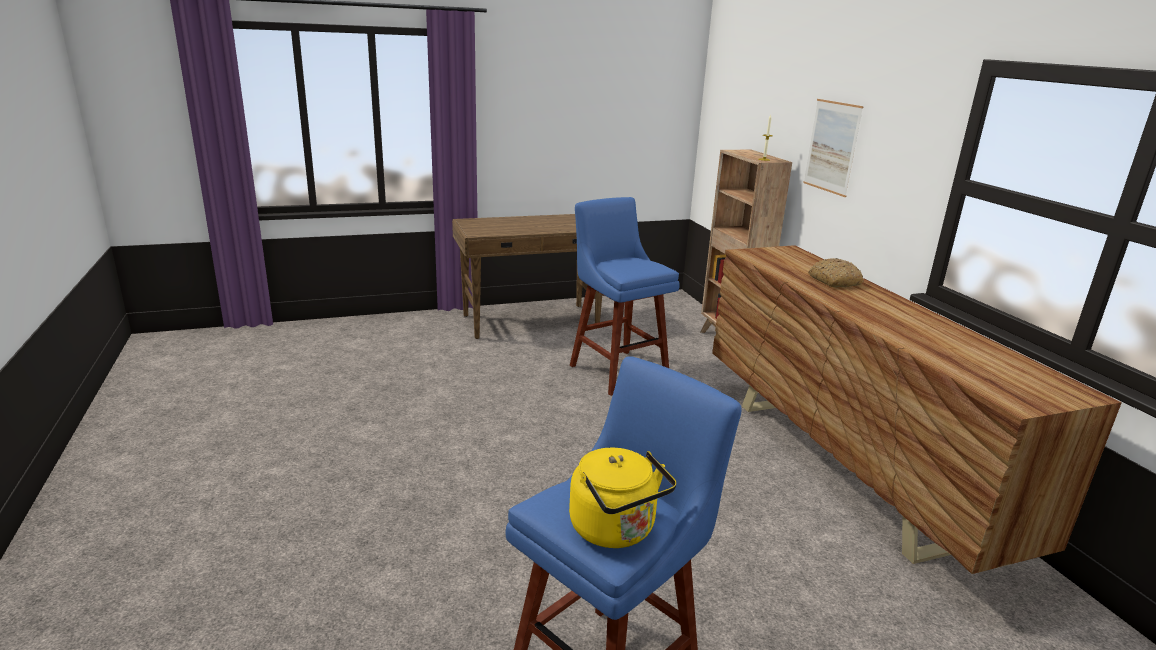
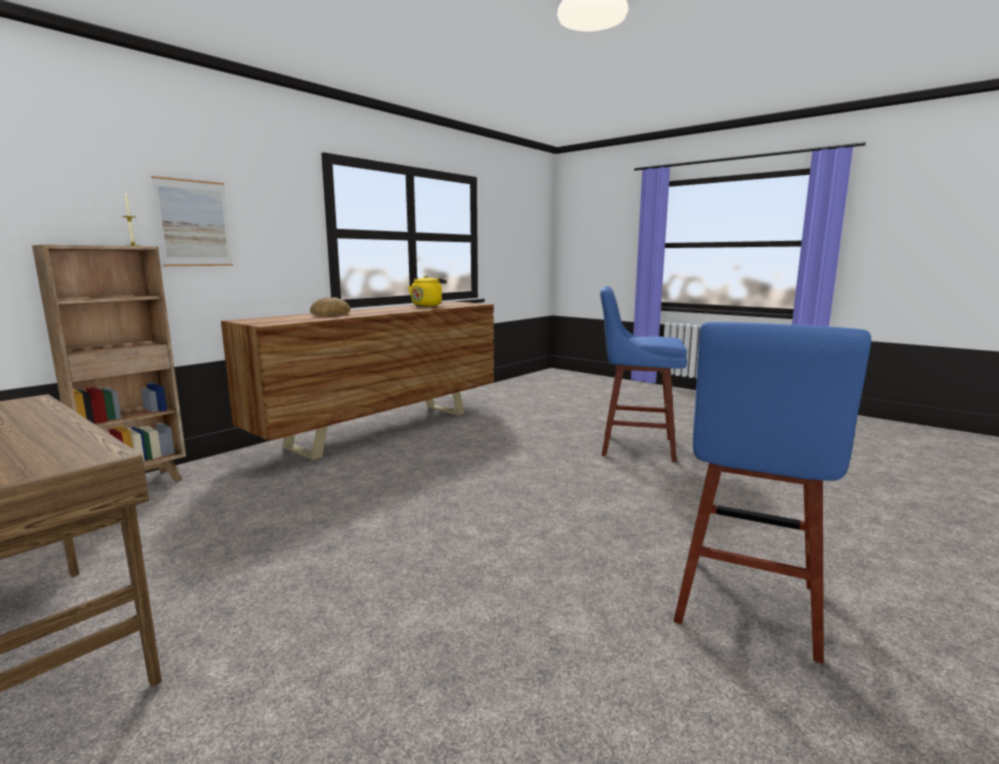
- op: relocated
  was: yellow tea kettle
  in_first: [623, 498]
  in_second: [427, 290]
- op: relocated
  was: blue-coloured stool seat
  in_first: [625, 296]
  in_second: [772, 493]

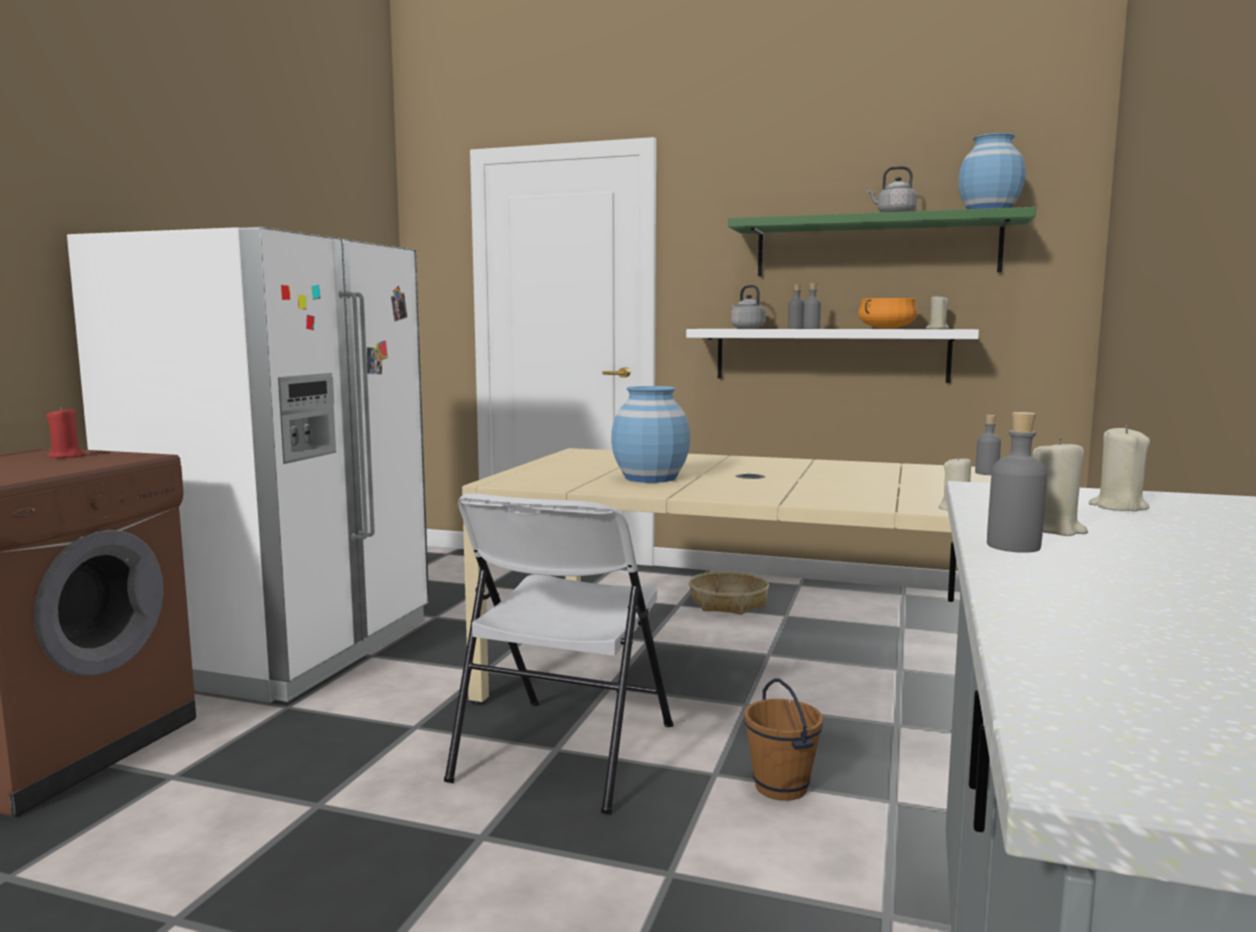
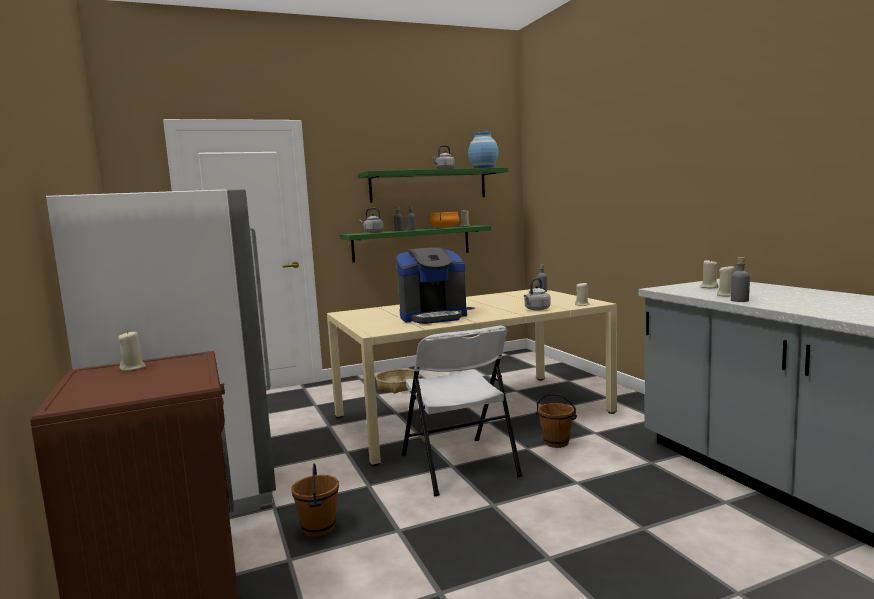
- op: colour
  was: reddish wax candle
  now: sand-coloured wax candle
  in_first: [66, 432]
  in_second: [132, 351]
- op: exchanged
  was: blue-coloured decorative vase
  now: coffee machine
  in_first: [650, 434]
  in_second: [431, 285]
- op: colour
  was: white-coloured wall shelf
  now: green-coloured wall shelf
  in_first: [832, 356]
  in_second: [415, 243]
- op: appeared
  now: brown water bucket
  in_second: [315, 500]
- op: appeared
  now: greyish tea kettle
  in_second: [537, 294]

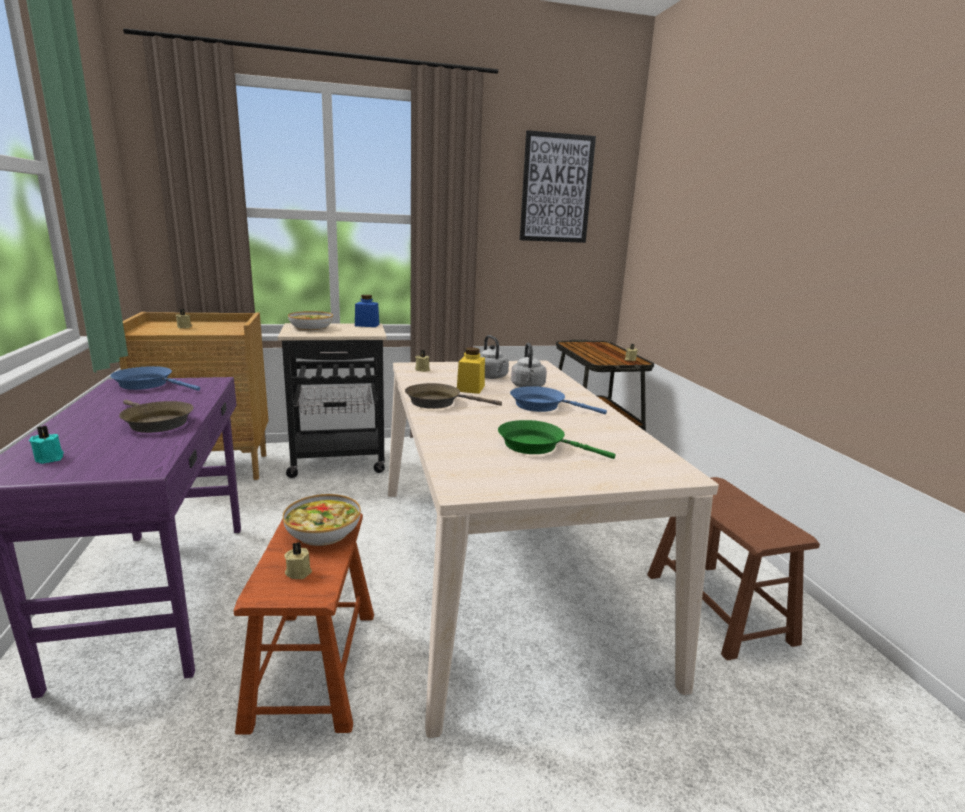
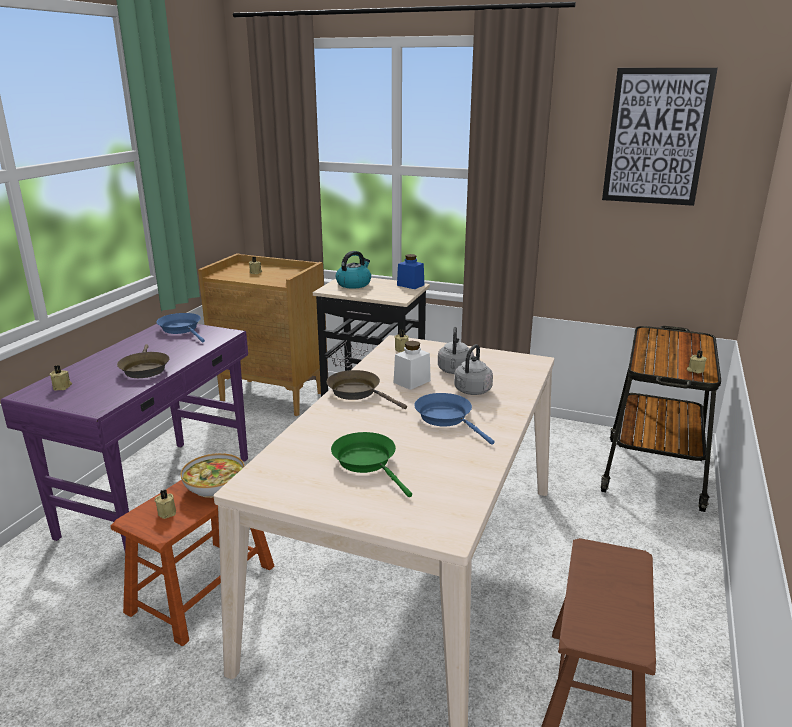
- op: colour
  was: turquoise wax candle
  now: sand-coloured wax candle
  in_first: [46, 445]
  in_second: [60, 378]
- op: exchanged
  was: serving bowl
  now: tea kettle
  in_first: [310, 321]
  in_second: [353, 270]
- op: colour
  was: yellow preserve jar
  now: white-coloured preserve jar
  in_first: [471, 370]
  in_second: [412, 365]

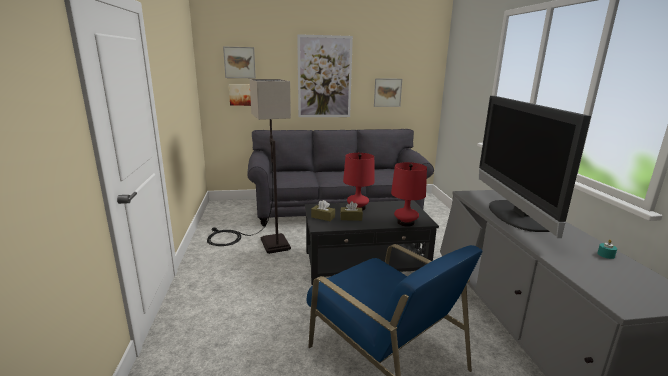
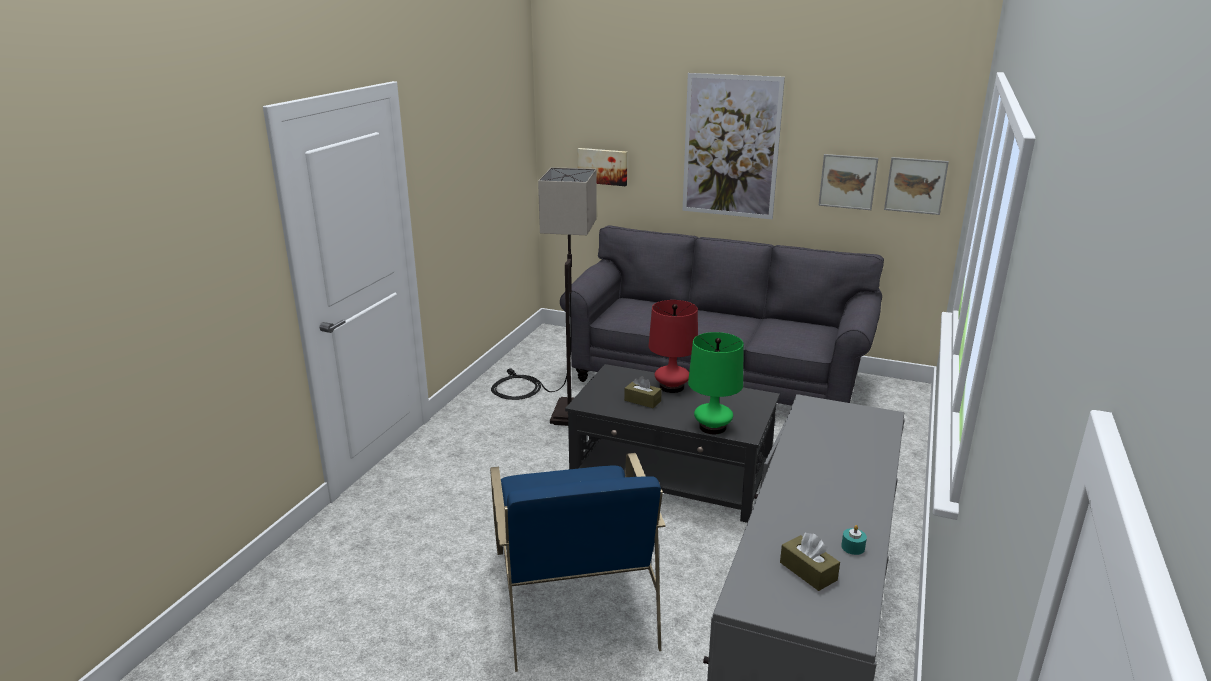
- op: relocated
  was: picture
  in_first: [239, 62]
  in_second: [916, 186]
- op: relocated
  was: brown box of tissues
  in_first: [323, 210]
  in_second: [810, 562]
- op: colour
  was: reddish tabletop lamp
  now: green-coloured tabletop lamp
  in_first: [409, 194]
  in_second: [716, 383]
- op: missing
  was: television
  in_first: [535, 167]

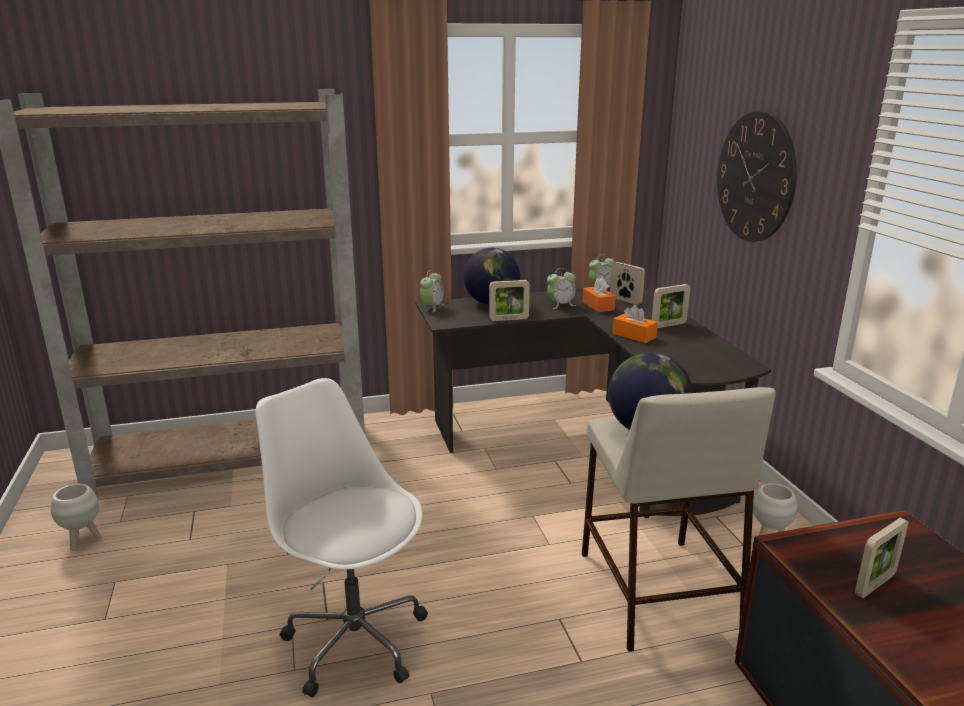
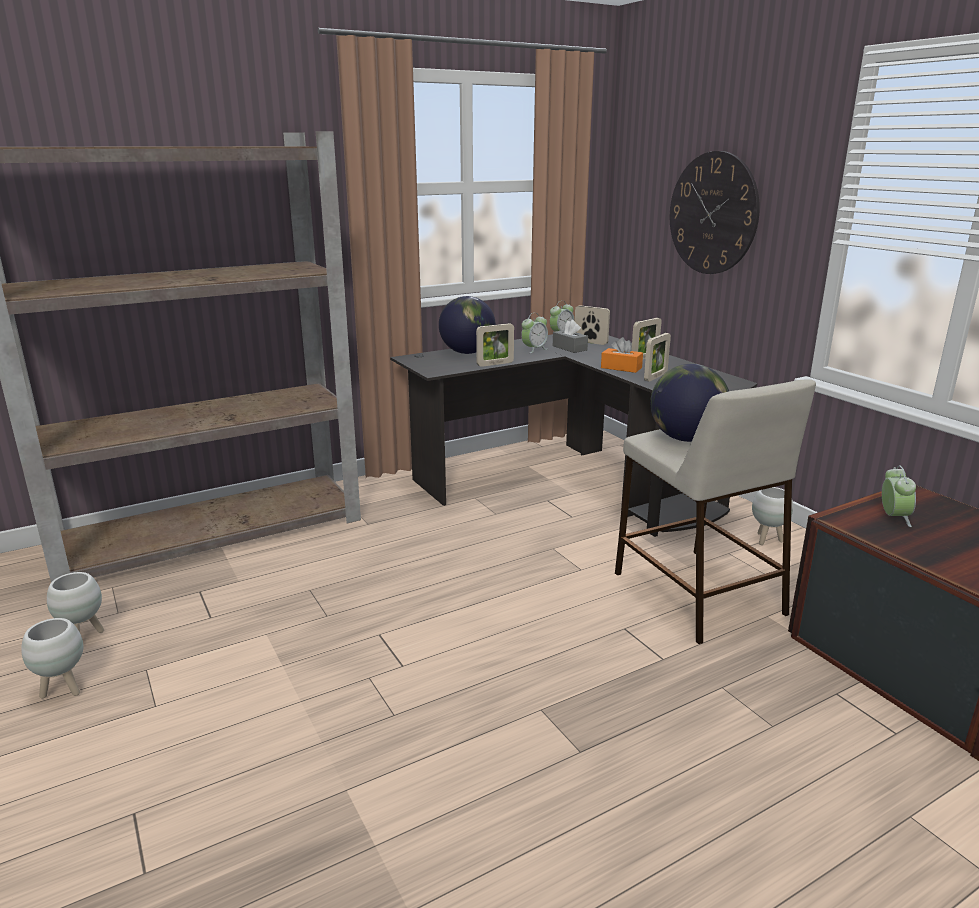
- op: missing
  was: white-coloured desk chair
  in_first: [342, 537]
- op: relocated
  was: alarm clock
  in_first: [432, 291]
  in_second: [899, 496]
- op: colour
  was: orange-coloured box of tissues
  now: greyish box of tissues
  in_first: [599, 294]
  in_second: [570, 336]
- op: relocated
  was: picture frame
  in_first: [881, 558]
  in_second: [657, 357]
- op: appeared
  now: white-coloured planter
  in_second: [52, 658]

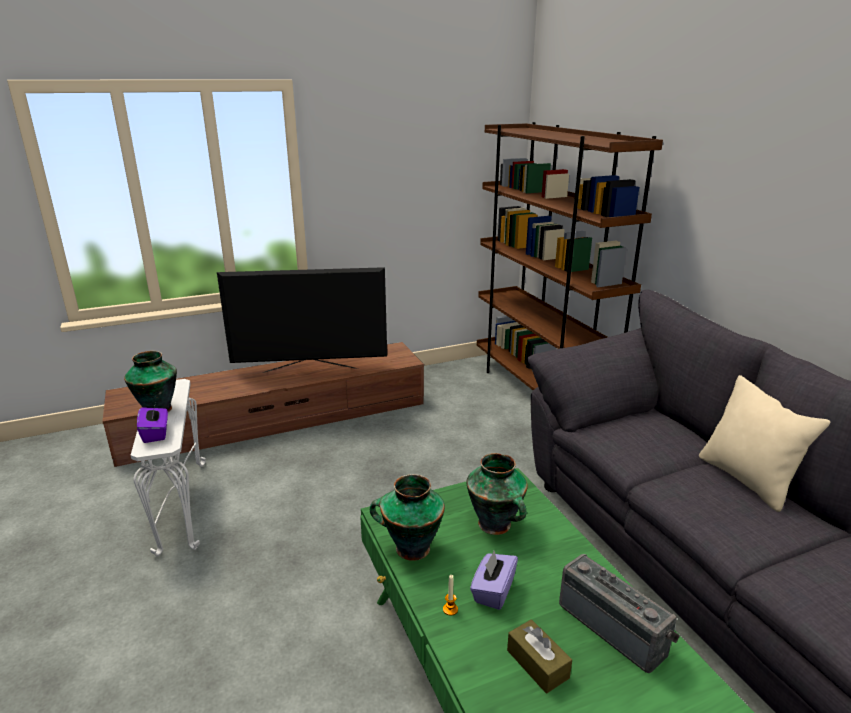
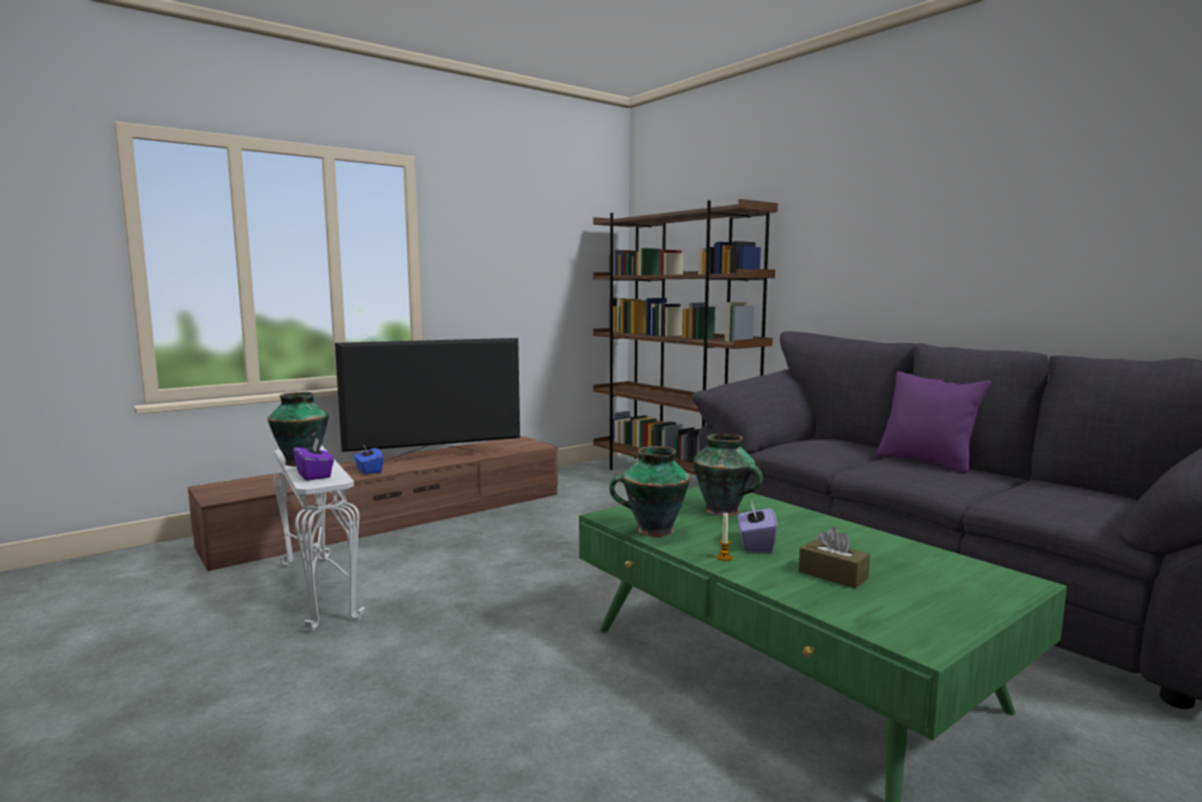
- op: missing
  was: radio set
  in_first: [619, 613]
- op: colour
  was: sand-coloured cushion
  now: purple cushion
  in_first: [764, 443]
  in_second: [933, 422]
- op: appeared
  now: blue-coloured box of tissues
  in_second: [369, 458]

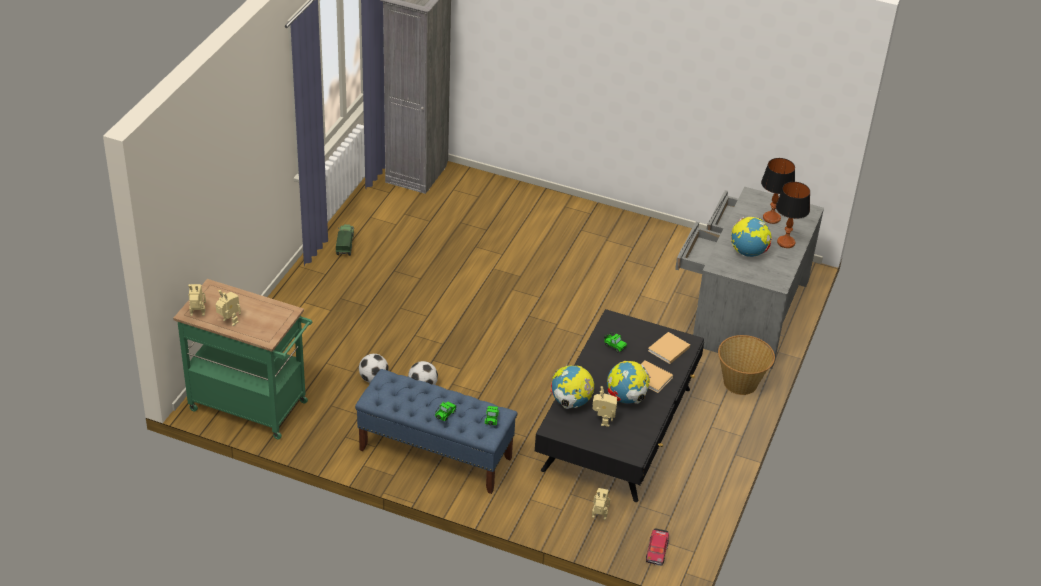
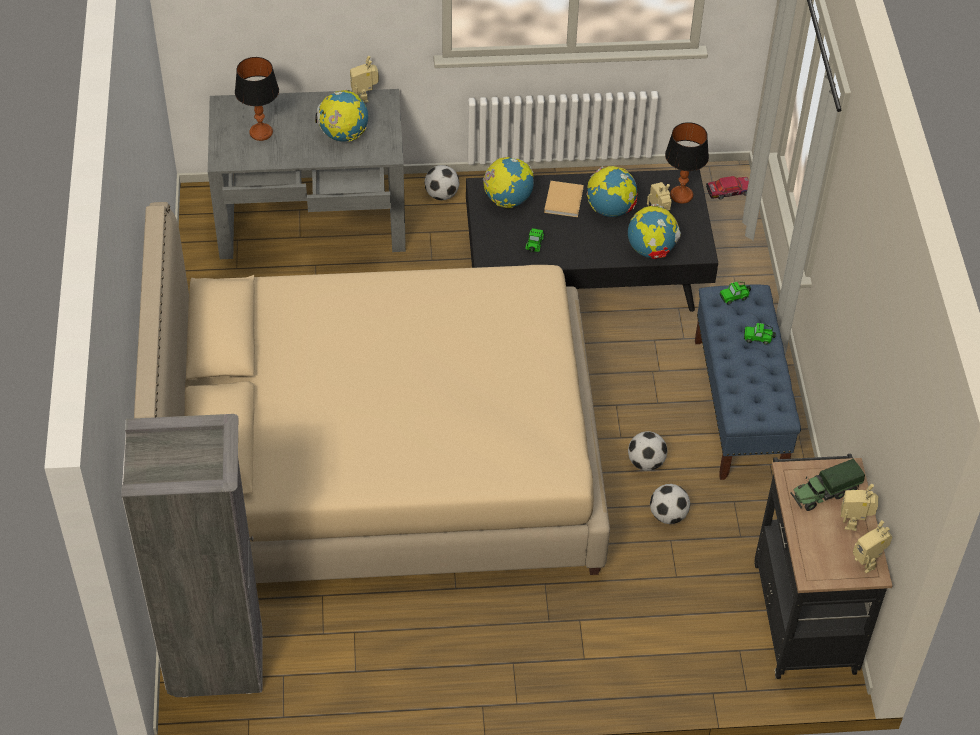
- op: colour
  was: green-coloured trolley
  now: black trolley
  in_first: [242, 359]
  in_second: [823, 566]
- op: relocated
  was: toy truck
  in_first: [345, 240]
  in_second: [827, 485]
- op: relocated
  was: model robot
  in_first: [601, 504]
  in_second: [364, 79]
- op: exchanged
  was: sand-coloured book
  now: world globe
  in_first: [669, 348]
  in_second: [508, 182]
- op: exchanged
  was: household basket
  now: ball for football
  in_first: [746, 365]
  in_second: [442, 182]
- op: relocated
  was: tabletop lamp
  in_first: [793, 215]
  in_second: [687, 163]
- op: appeared
  now: sand-coloured sleeping bed
  in_second: [372, 392]

